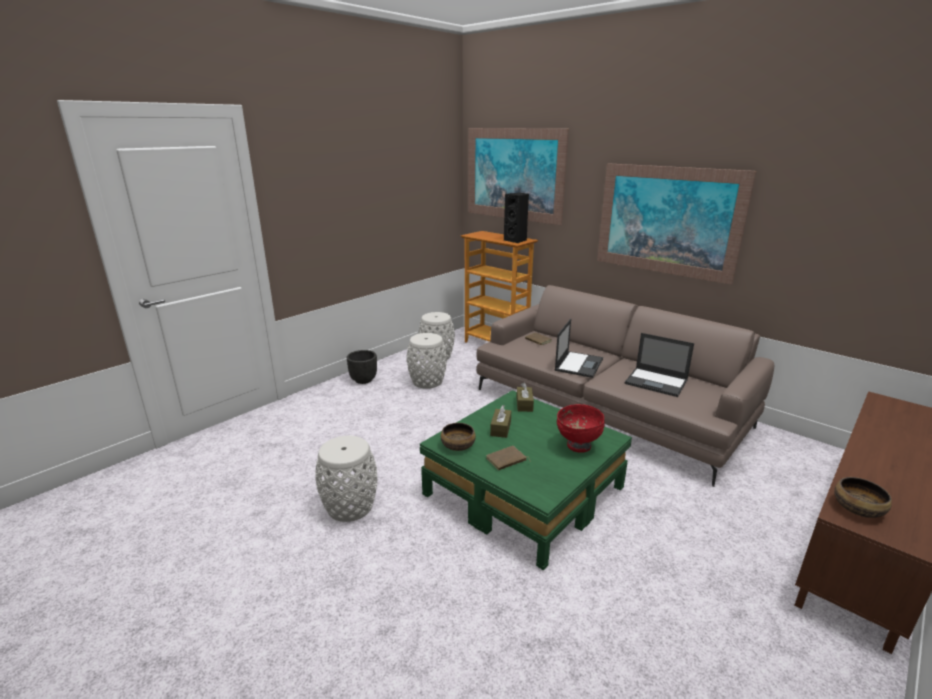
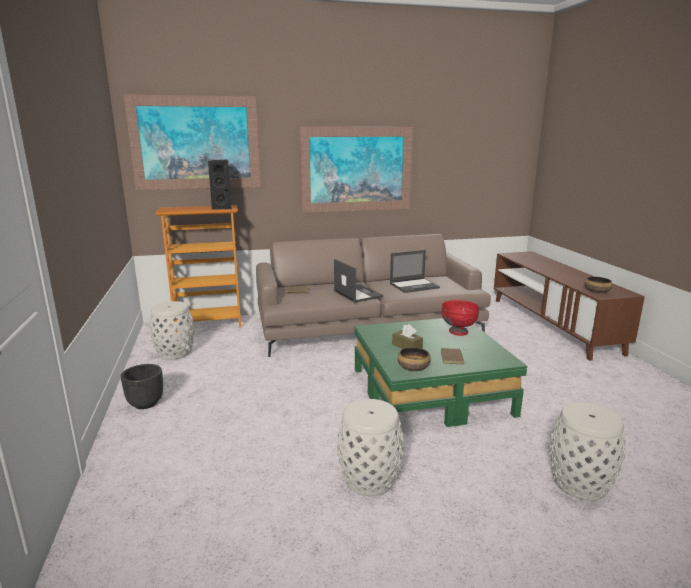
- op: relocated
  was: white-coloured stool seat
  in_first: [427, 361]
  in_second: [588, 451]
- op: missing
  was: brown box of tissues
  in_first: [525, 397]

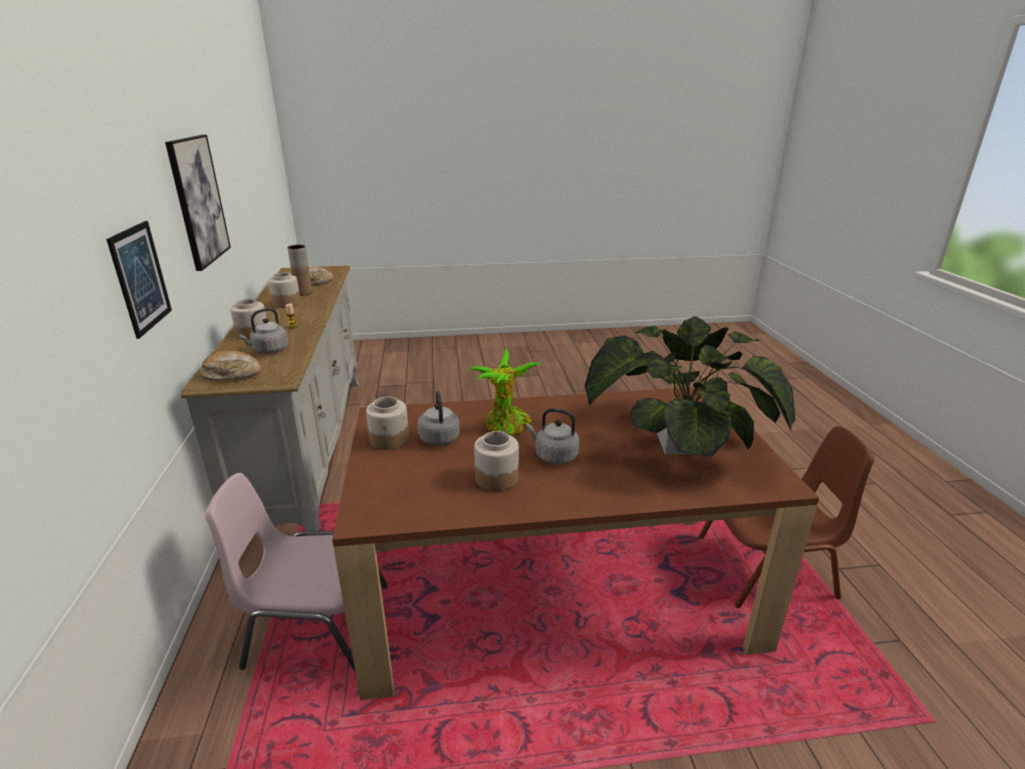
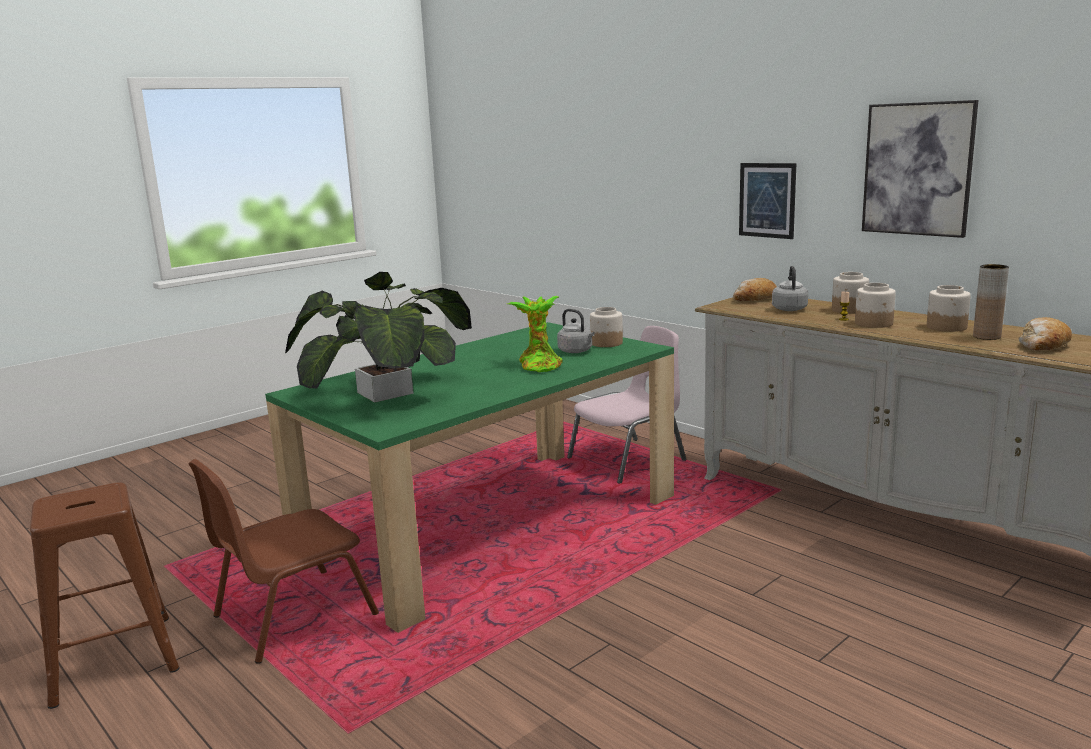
- op: colour
  was: brown dinner table
  now: green-coloured dinner table
  in_first: [575, 543]
  in_second: [469, 477]
- op: relocated
  was: preserve jar
  in_first: [496, 461]
  in_second: [875, 305]
- op: missing
  was: greyish tea kettle
  in_first: [552, 436]
- op: appeared
  now: brown stool seat
  in_second: [105, 595]

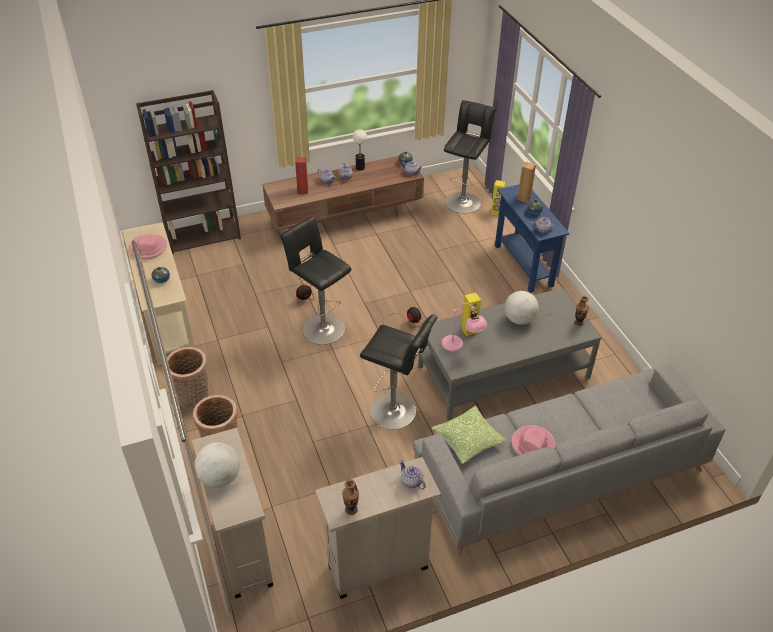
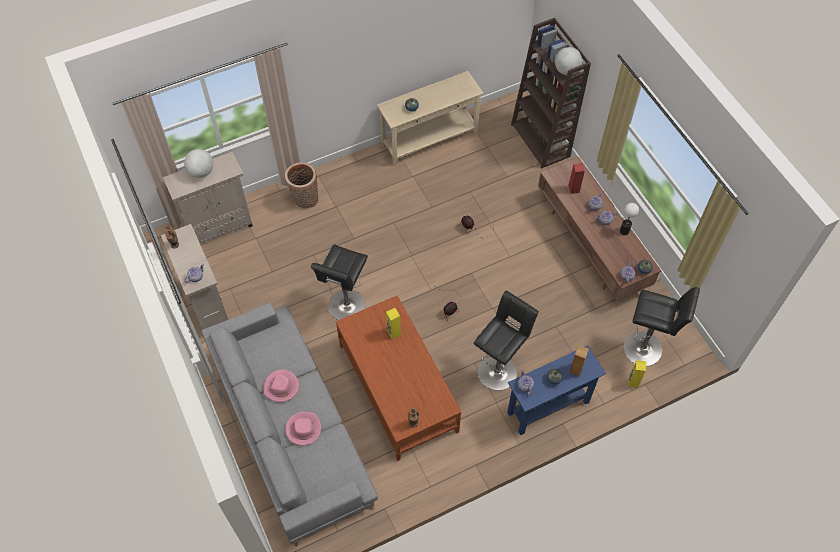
- op: relocated
  was: pinkish clothing hat
  in_first: [148, 246]
  in_second: [303, 429]
- op: missing
  was: household basket
  in_first: [187, 378]
- op: relocated
  was: black stool seat
  in_first: [316, 280]
  in_second: [506, 340]
- op: colour
  was: greyish coffee table
  now: brown coffee table
  in_first: [510, 354]
  in_second: [398, 378]
- op: missing
  was: cushion
  in_first: [469, 435]
- op: missing
  was: pinkish tabletop lamp
  in_first: [464, 327]
- op: relocated
  was: world globe
  in_first: [521, 308]
  in_second: [569, 61]

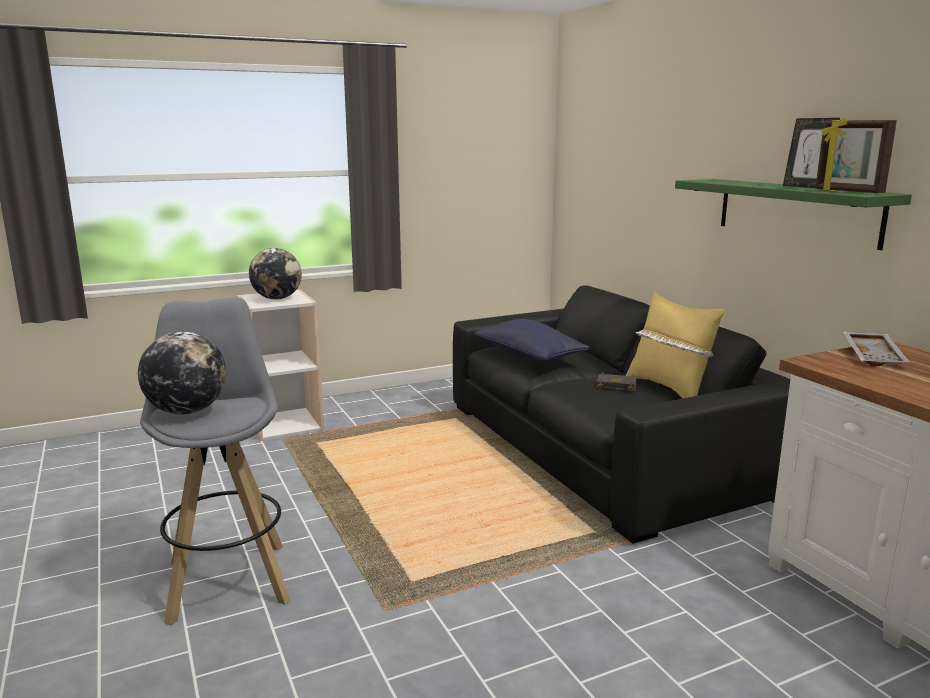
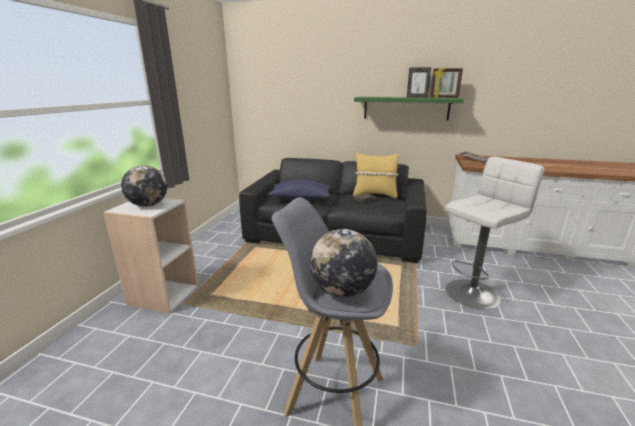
- op: appeared
  now: white-coloured stool seat
  in_second: [495, 233]

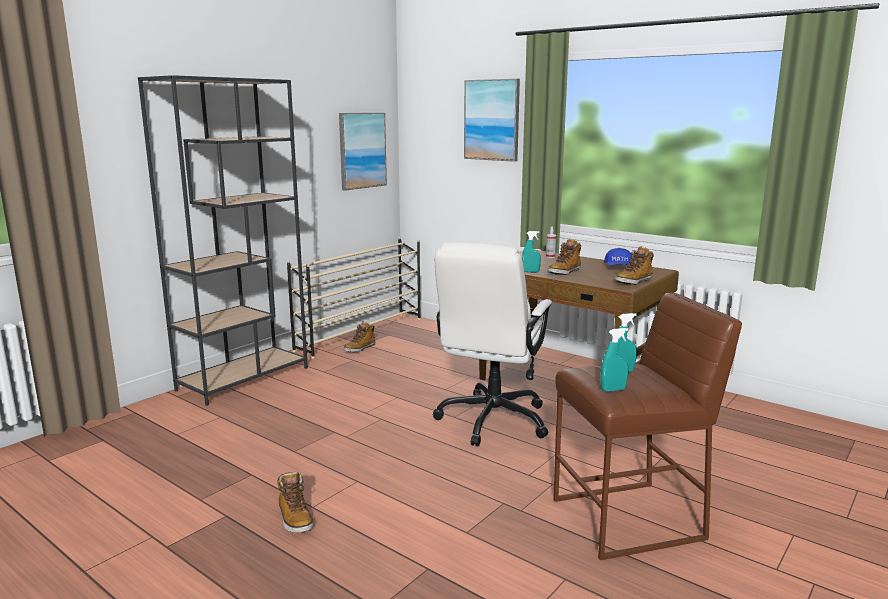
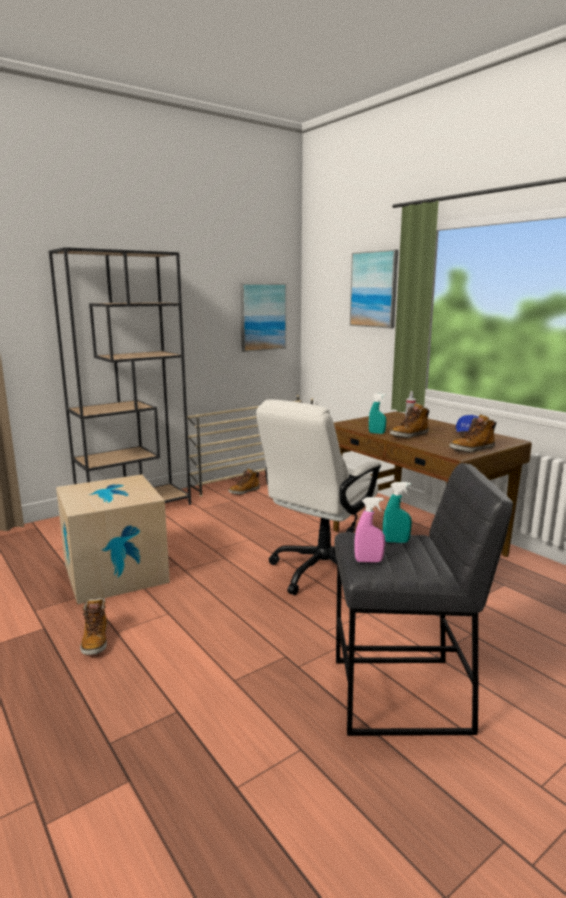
- op: colour
  was: brown stool seat
  now: greyish stool seat
  in_first: [647, 426]
  in_second: [423, 599]
- op: colour
  was: turquoise spray bottle
  now: pinkish spray bottle
  in_first: [615, 360]
  in_second: [369, 530]
- op: appeared
  now: cardboard box
  in_second: [113, 540]

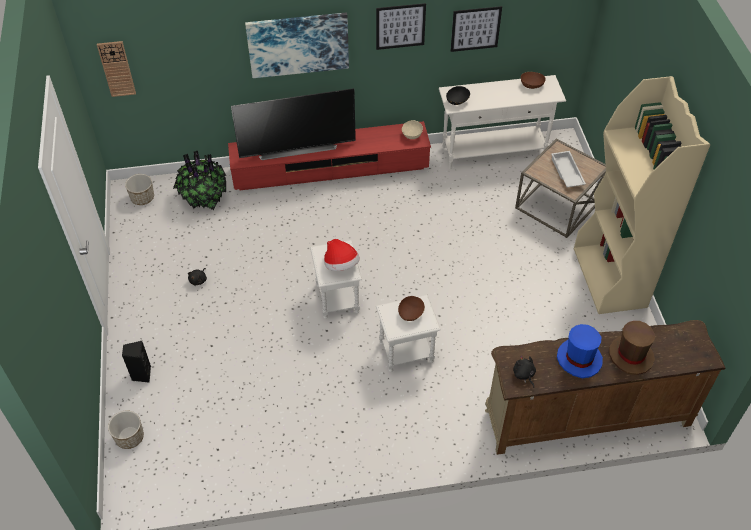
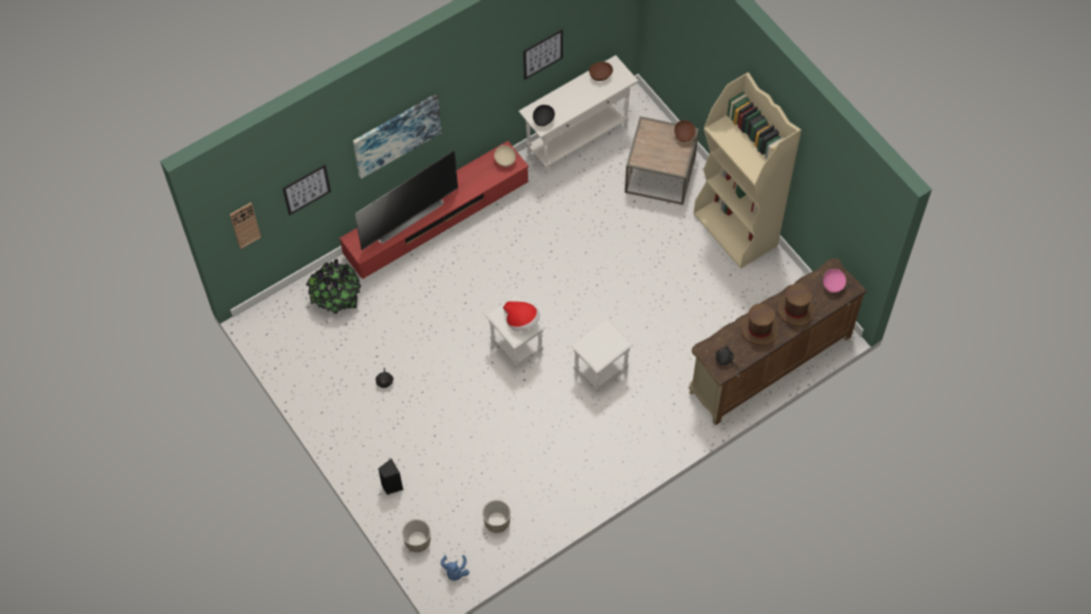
- op: relocated
  was: planter
  in_first: [139, 189]
  in_second: [496, 516]
- op: relocated
  was: picture
  in_first: [401, 26]
  in_second: [306, 190]
- op: relocated
  was: brown serving bowl
  in_first: [411, 308]
  in_second: [685, 131]
- op: missing
  was: white-coloured serving tray
  in_first: [568, 169]
- op: colour
  was: blue-coloured clothing hat
  now: brown clothing hat
  in_first: [580, 351]
  in_second: [759, 324]
- op: appeared
  now: blue-coloured plush toy
  in_second: [455, 568]
- op: appeared
  now: pinkish serving bowl
  in_second: [834, 281]

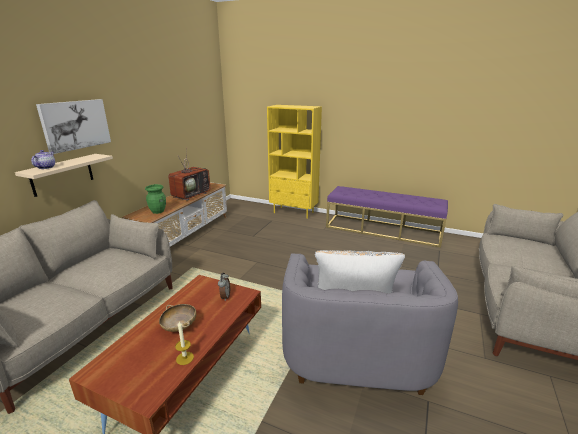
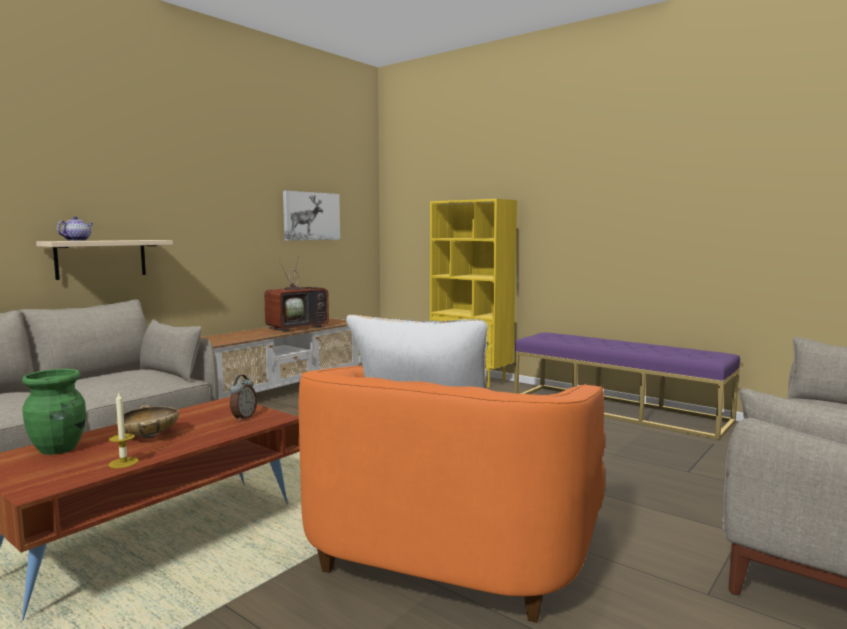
- op: relocated
  was: picture
  in_first: [73, 126]
  in_second: [311, 216]
- op: relocated
  was: green-coloured decorative vase
  in_first: [155, 199]
  in_second: [54, 412]
- op: colour
  was: greyish easy chair
  now: orange-coloured easy chair
  in_first: [370, 324]
  in_second: [452, 494]

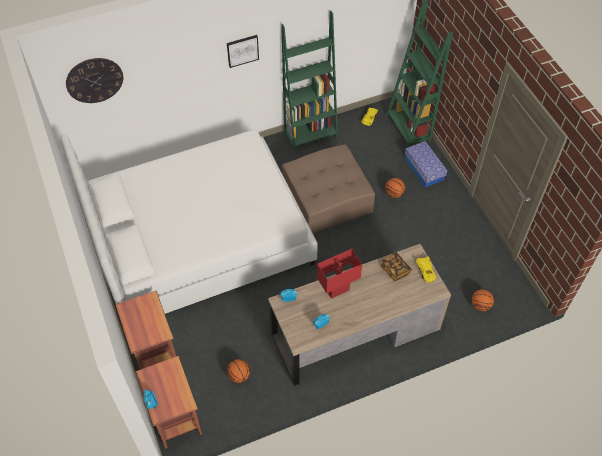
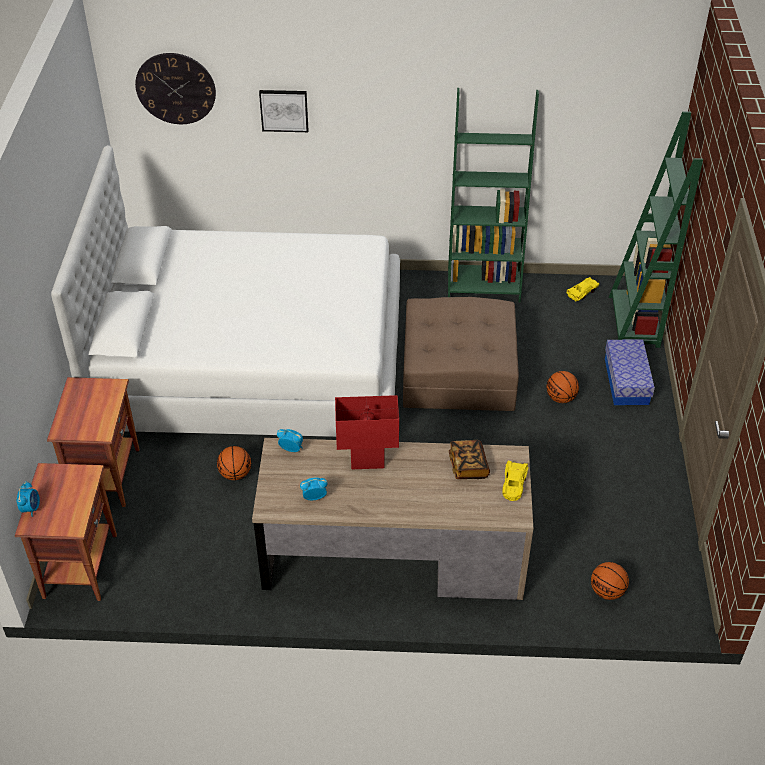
- op: relocated
  was: picture
  in_first: [243, 51]
  in_second: [283, 111]
- op: relocated
  was: basketball
  in_first: [238, 371]
  in_second: [234, 463]

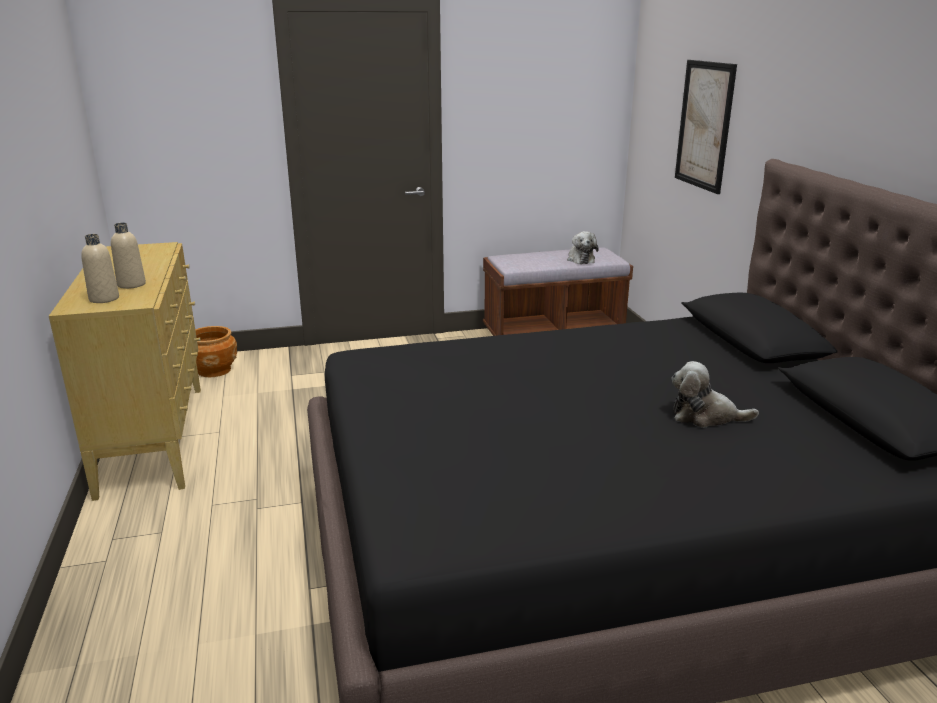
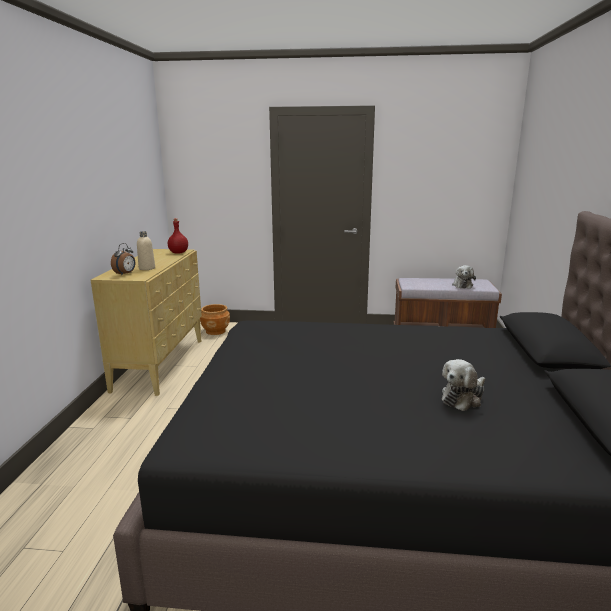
- op: exchanged
  was: sand-coloured drink bottle
  now: alarm clock
  in_first: [100, 268]
  in_second: [123, 259]
- op: spun
  was: plush toy
  in_first: [715, 394]
  in_second: [463, 385]
  clockwise: -75
- op: missing
  was: picture
  in_first: [706, 127]
- op: appeared
  now: reddish drink bottle
  in_second: [178, 236]

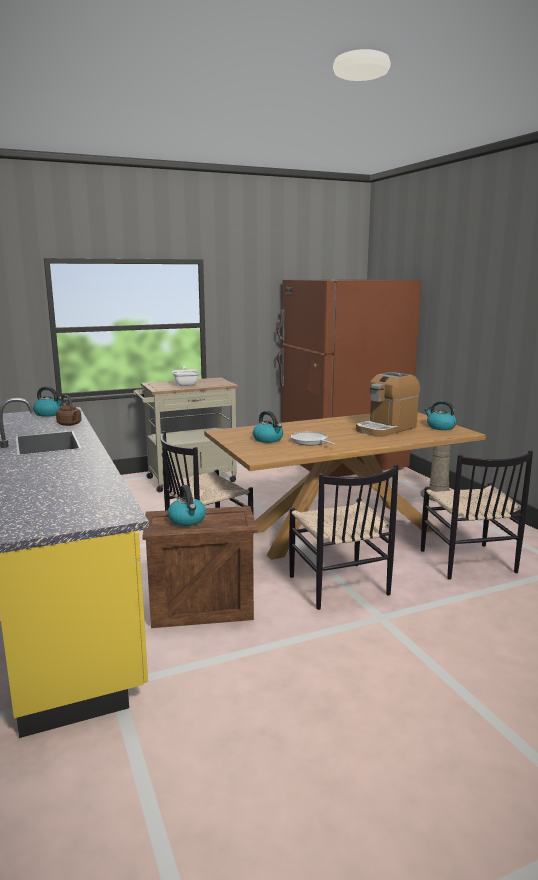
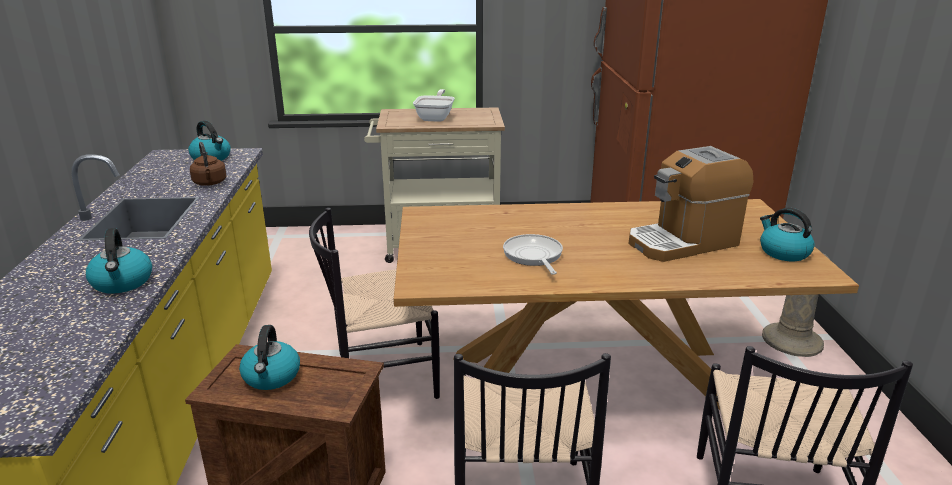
- op: relocated
  was: tea kettle
  in_first: [268, 427]
  in_second: [119, 261]

